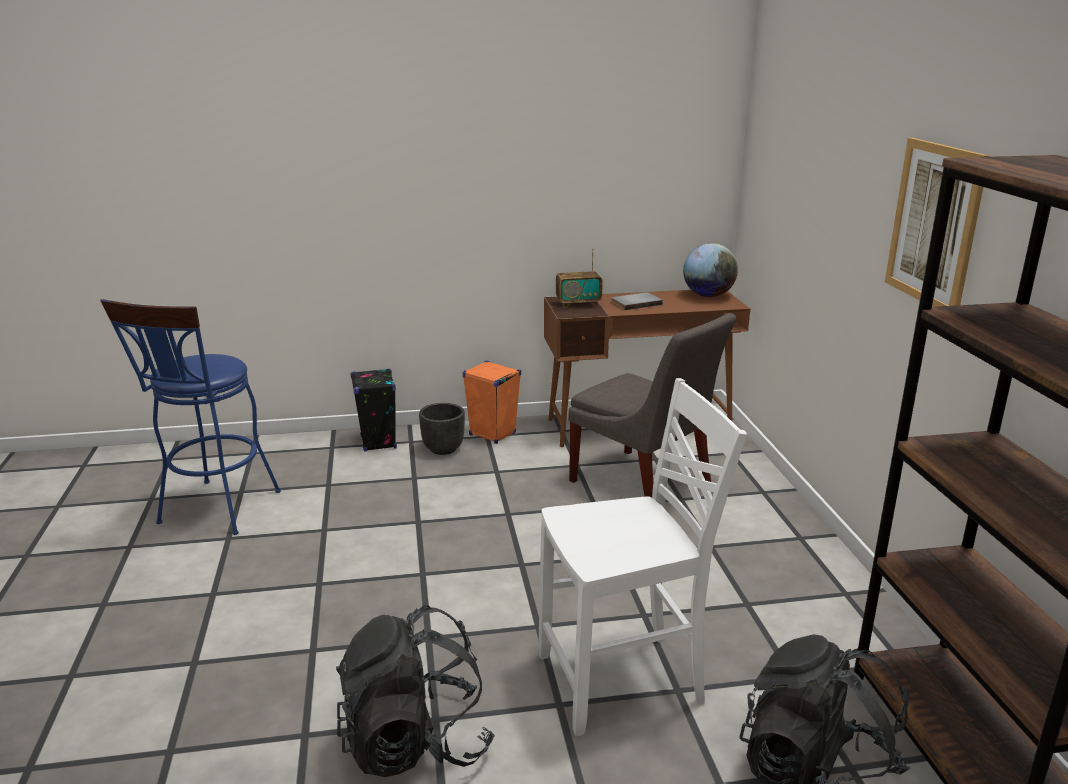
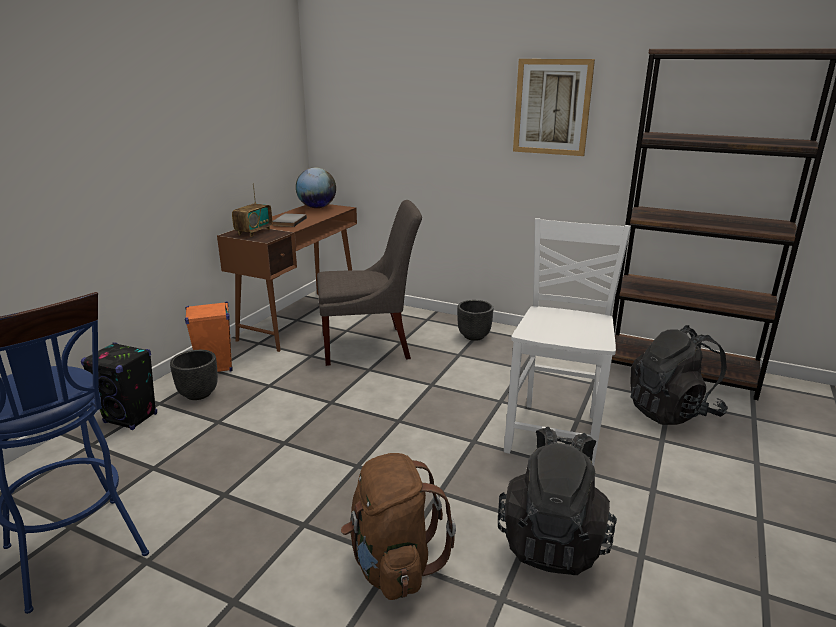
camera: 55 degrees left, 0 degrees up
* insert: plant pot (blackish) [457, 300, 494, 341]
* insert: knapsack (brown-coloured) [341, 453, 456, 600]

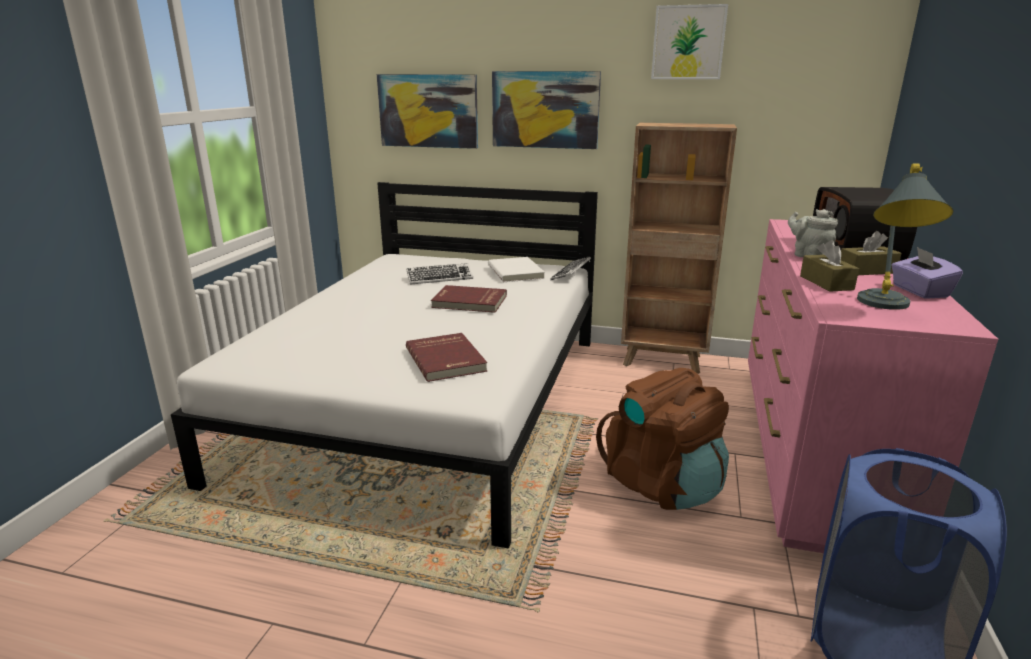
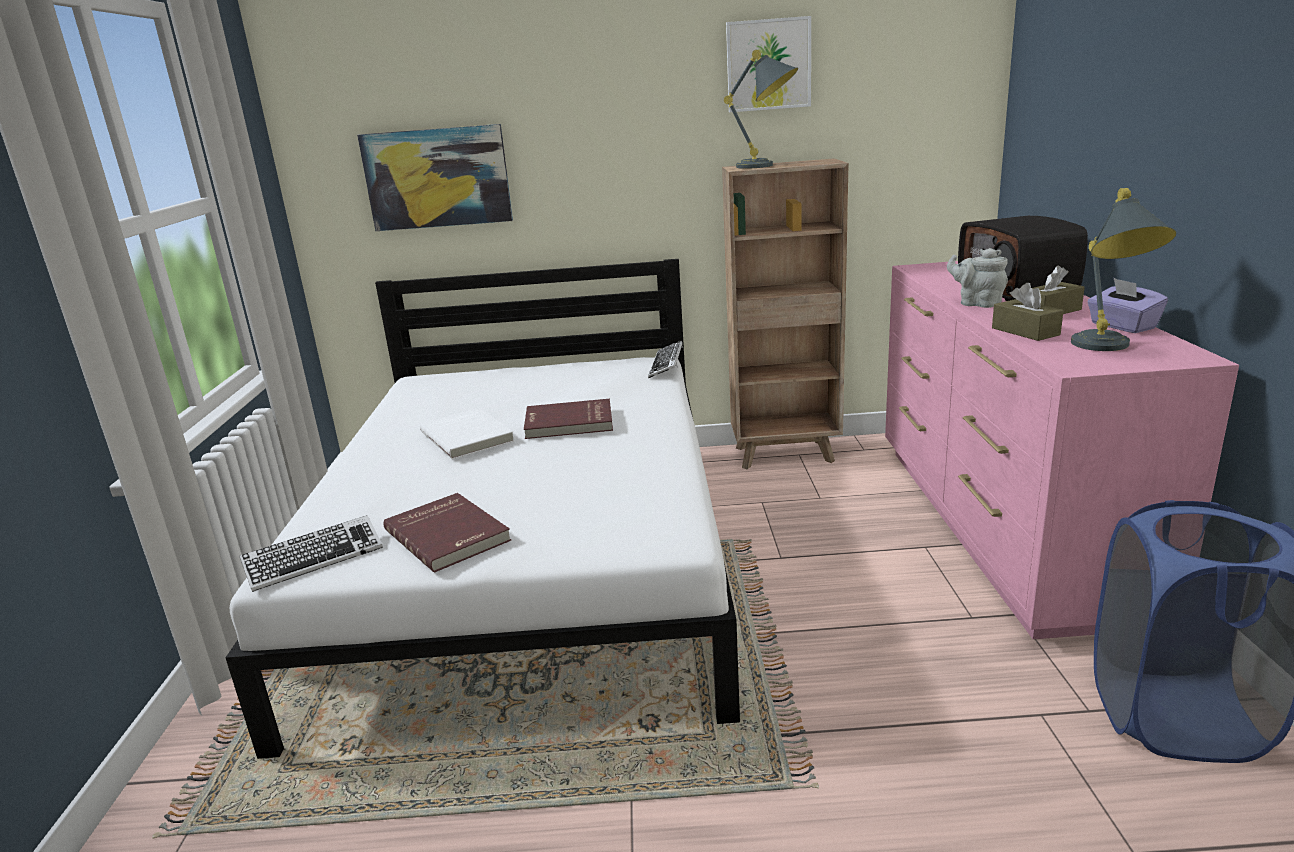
camera: 15 degrees left, 0 degrees up
* delete: wall picture [492, 71, 601, 149]
* move: bound book (white-coloured) [488, 257, 545, 282] to [420, 408, 514, 459]
* move: computer keyboard [406, 263, 473, 285] to [239, 515, 383, 592]
* move: bound book (reddish) [406, 333, 487, 382] to [383, 493, 511, 573]
* delete: knapsack (brown-coloured) [596, 368, 729, 510]
* insert: table lamp (greyish) [724, 50, 798, 169]

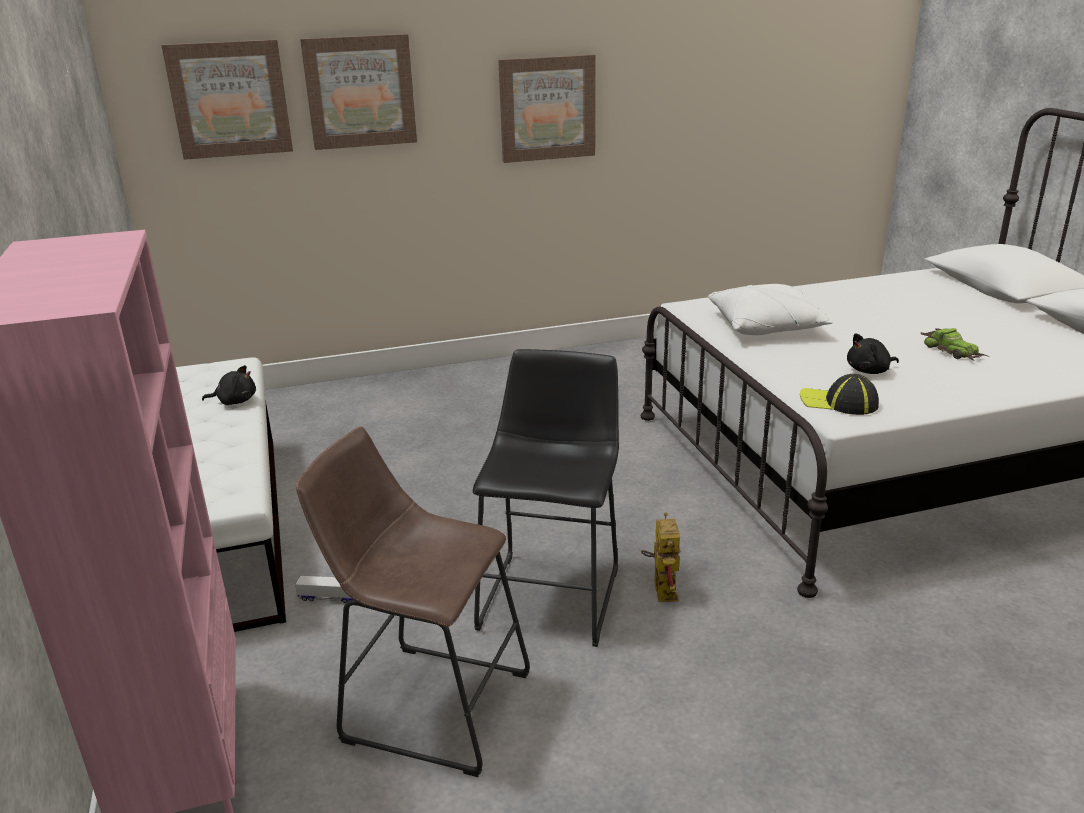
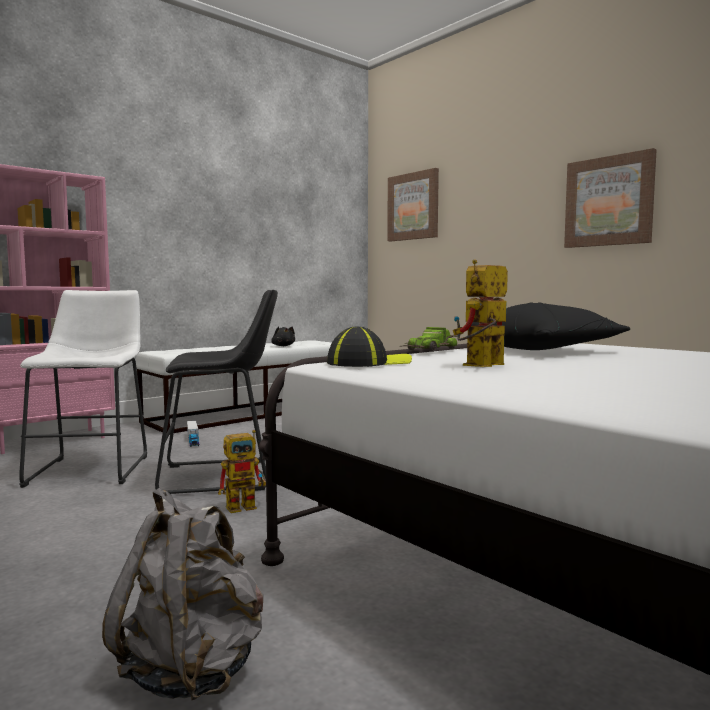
camera: 65 degrees right, 20 degrees down
* delete: wall picture [300, 34, 417, 150]
* recolor: pillow (white-coloured) [708, 284, 833, 335] to pillow (blackish) [471, 302, 630, 350]
* move: toy car [921, 328, 990, 361] to [403, 327, 458, 352]
* replace: soft toy (blackish) [847, 333, 899, 374] to model robot [453, 259, 508, 367]
* rotate: baseball cap [800, 374, 879, 415] = [327, 326, 412, 367] 60 degrees clockwise
* recolor: sitting stool (brown-coloured) [296, 427, 530, 777] to sitting stool (white-coloured) [19, 290, 147, 488]
* insert: knapsack (greyish) [102, 488, 264, 700]

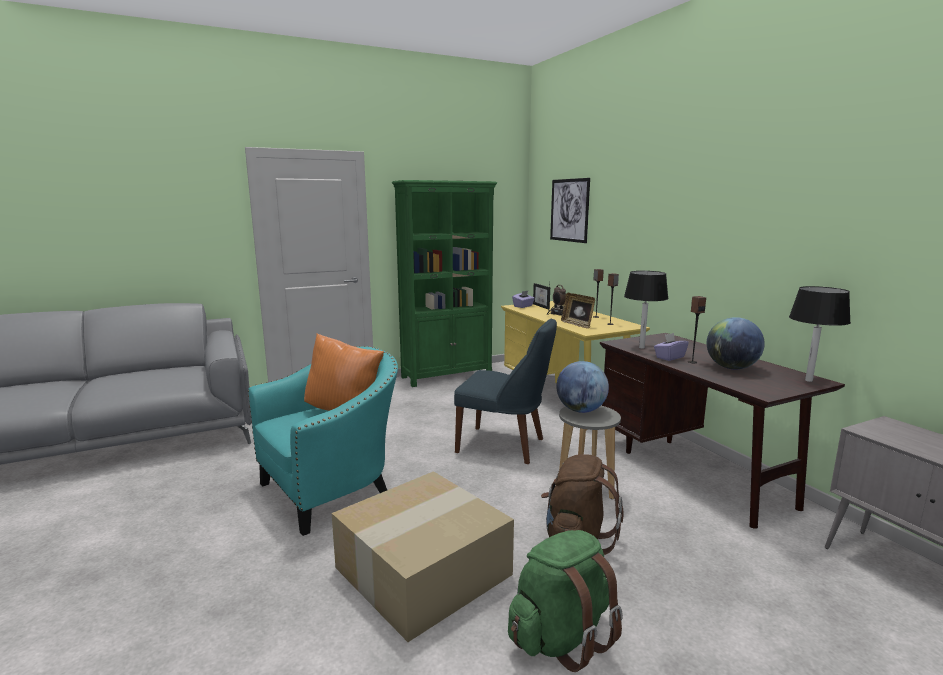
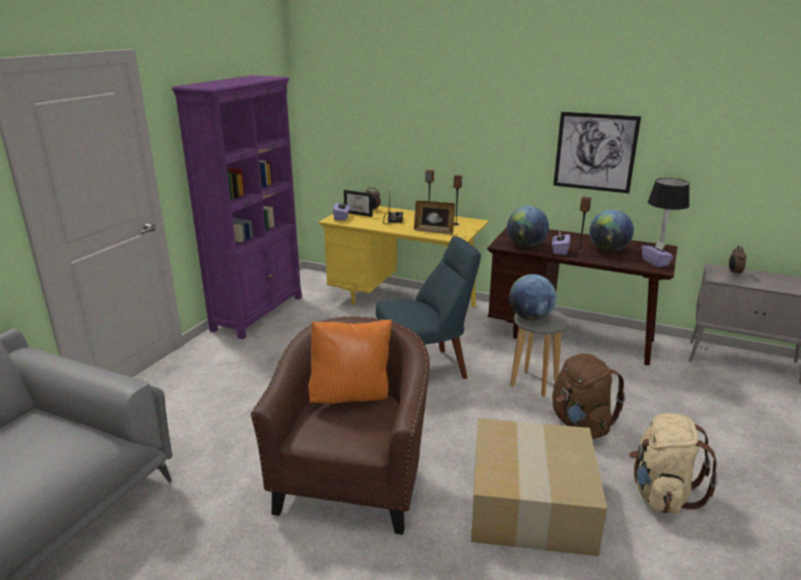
camera: 40 degrees left, 10 degrees up
* move: wall picture [550, 178, 590, 243] to [554, 112, 641, 193]
* recolor: shelving unit (greenish) [392, 180, 497, 387] to shelving unit (purple) [172, 75, 302, 339]
* replace: table lamp (blackish) [624, 271, 669, 349] to world globe [507, 206, 549, 247]
* recolor: armchair (turquoise) [248, 346, 398, 536] to armchair (brown-coloured) [251, 316, 430, 535]
* recolor: knapsack (greenish) [508, 530, 623, 672] to knapsack (sand-coloured) [629, 413, 718, 514]
* insert: box of tissues (purple) [642, 241, 673, 267]
* insert: table clock [729, 246, 747, 276]

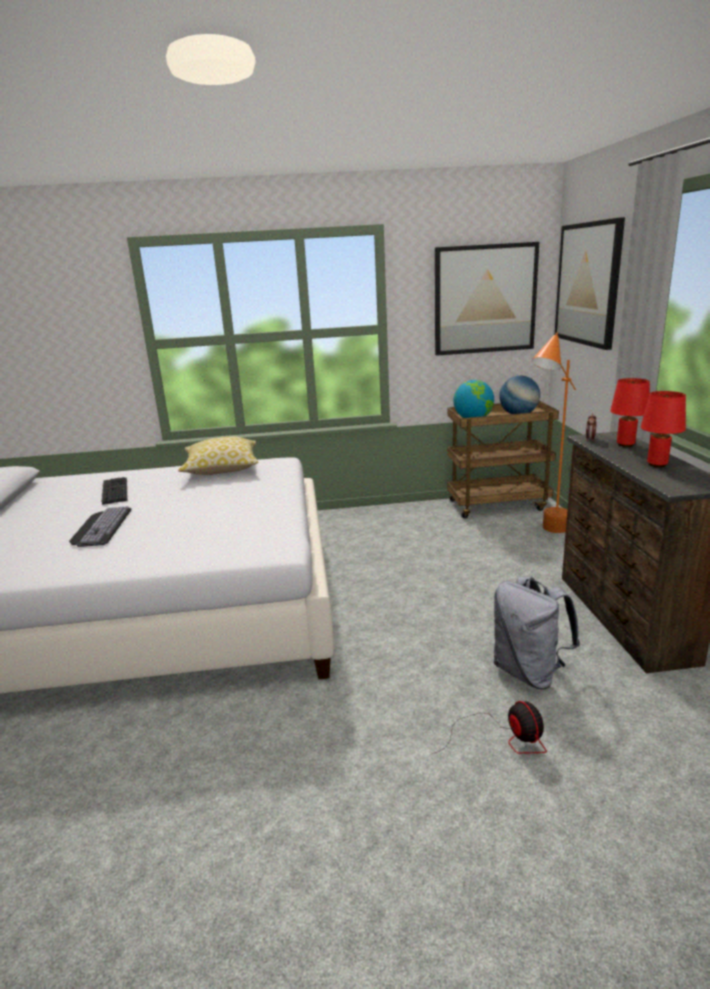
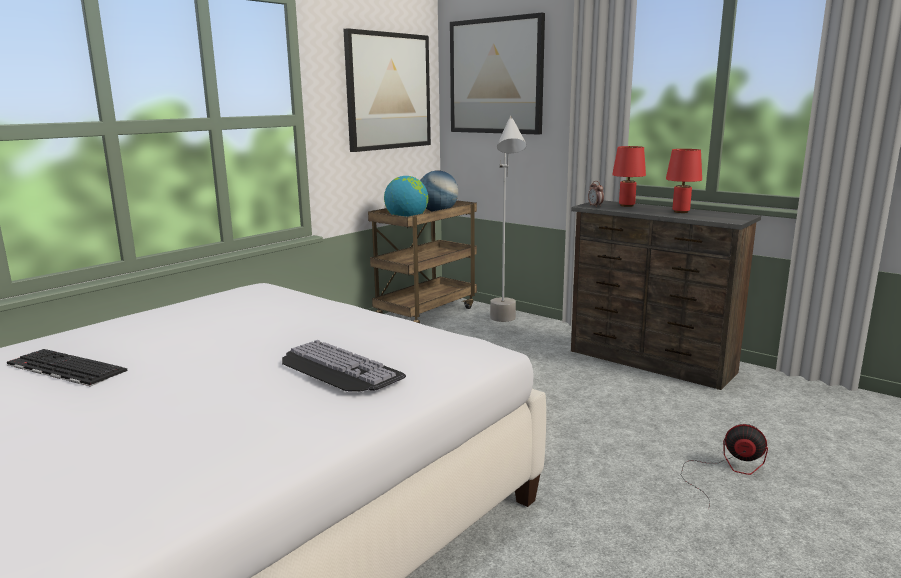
camera: 45 degrees left, 5 degrees down
* recolor: standard lamp (orangey) [532, 332, 576, 533] to standard lamp (greyish) [490, 116, 527, 322]
* delete: pillow [178, 436, 258, 475]
* move: computer keyboard [69, 506, 131, 547] to [282, 340, 406, 392]
* delete: knapsack (greyish) [494, 576, 580, 689]

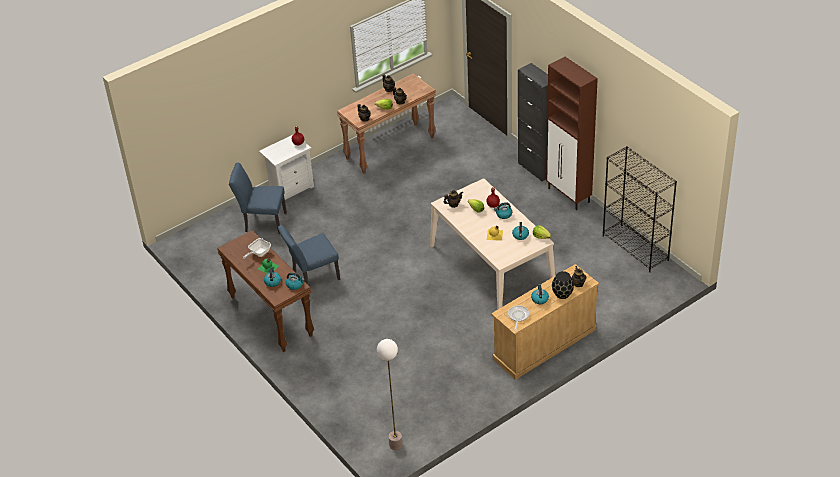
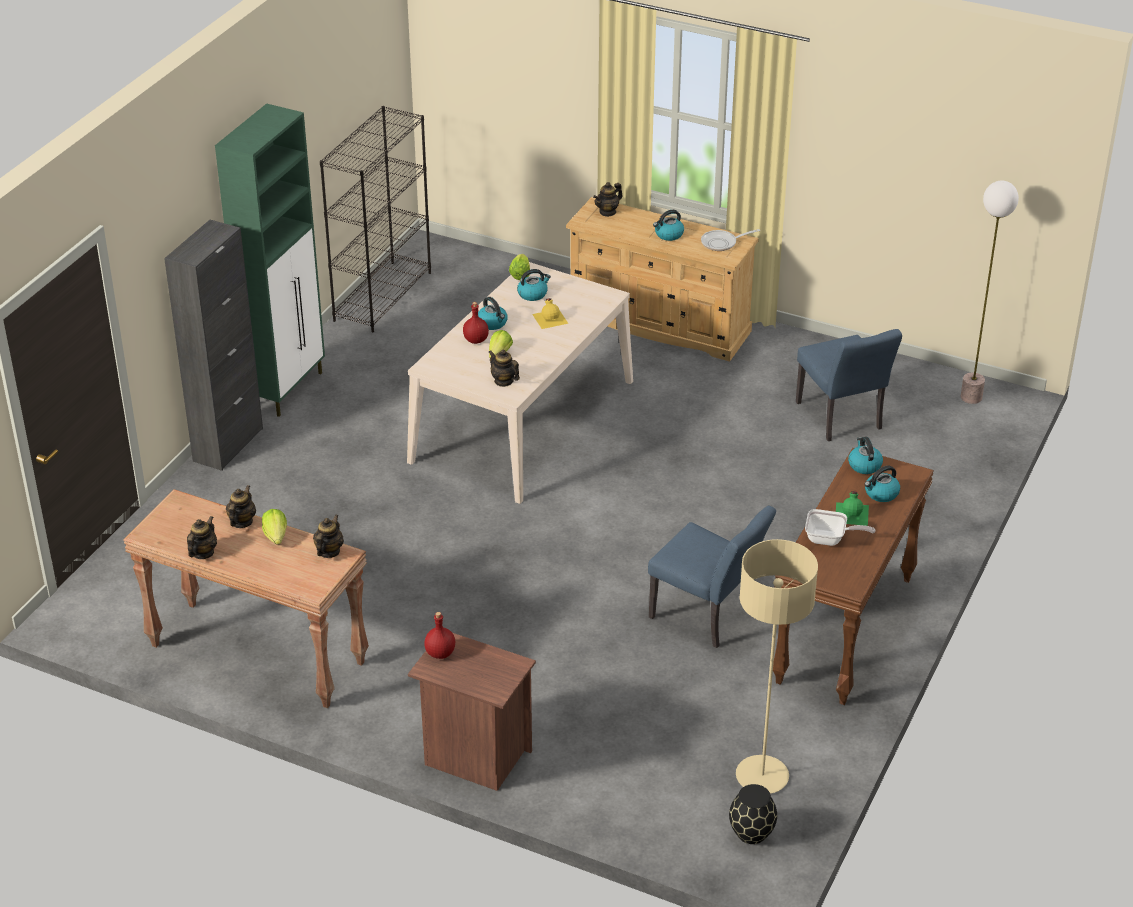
camera: 120 degrees left, 5 degrees down
* recolor: cupboard (brown-coloured) [546, 57, 598, 210] to cupboard (greenish) [215, 103, 325, 417]
* recolor: night table (white-coloured) [259, 135, 314, 200] to night table (brown-coloured) [408, 633, 536, 791]
* move: chair (blue) [229, 162, 287, 234] to [796, 329, 902, 441]
* move: vase (blackish) [552, 271, 574, 299] to [729, 784, 777, 844]
* insert: standard lamp (sand-coloured) [736, 539, 818, 794]

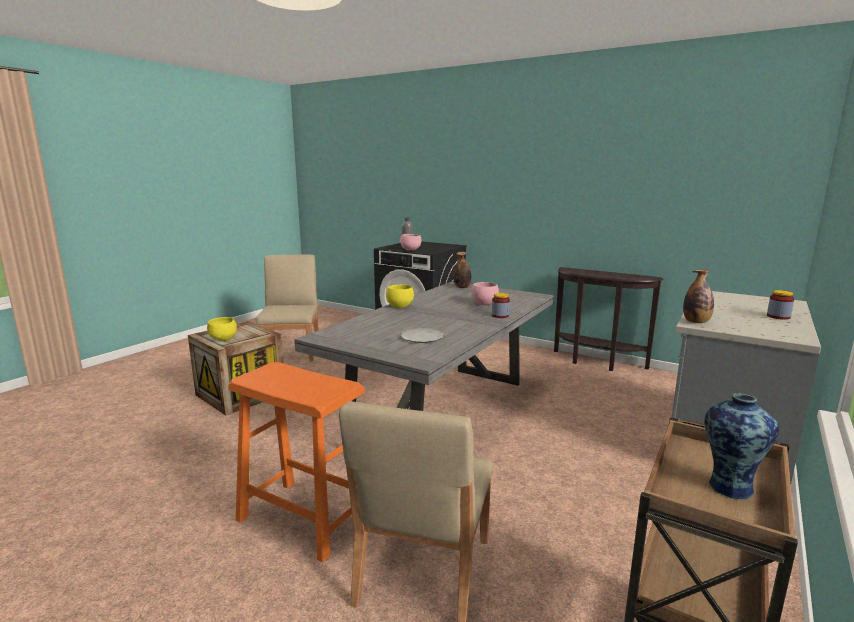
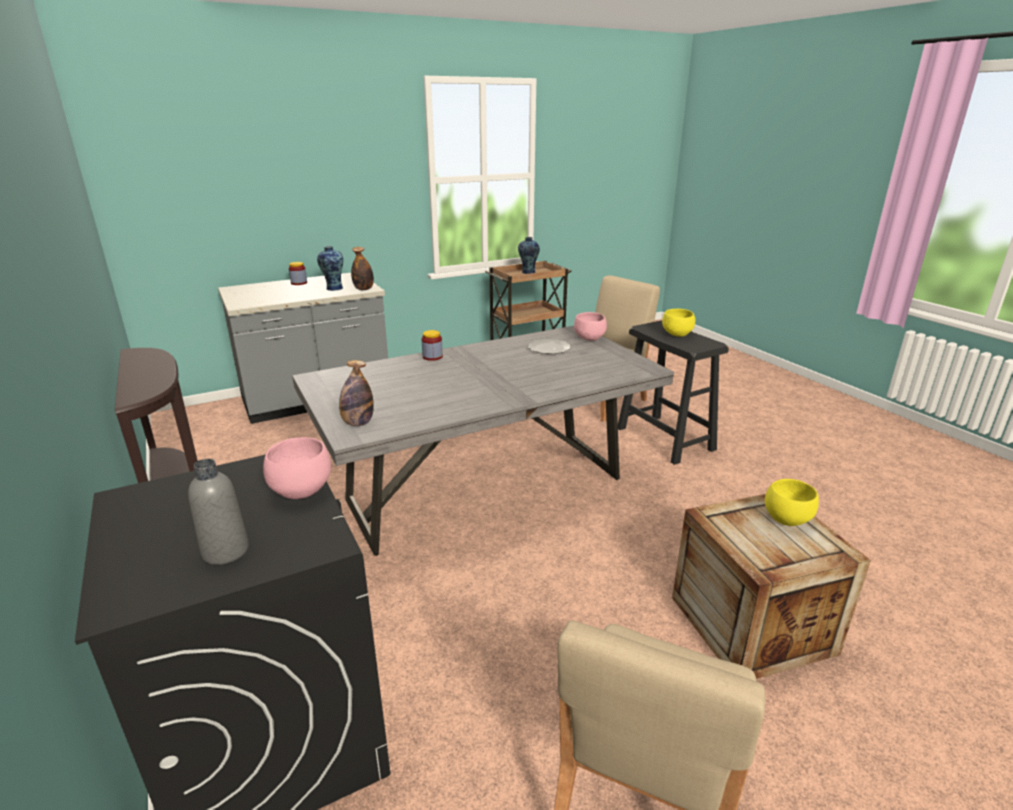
camera: 150 degrees left, 10 degrees up
* move: deep dish (pinkish) [471, 282, 499, 305] to [574, 312, 607, 341]
* move: deep dish (yellow) [386, 284, 414, 308] to [662, 309, 695, 337]
* recolor: sitting stool (orangey) [228, 362, 364, 562] to sitting stool (blackish) [618, 321, 729, 465]
* insert: vase [317, 246, 343, 291]

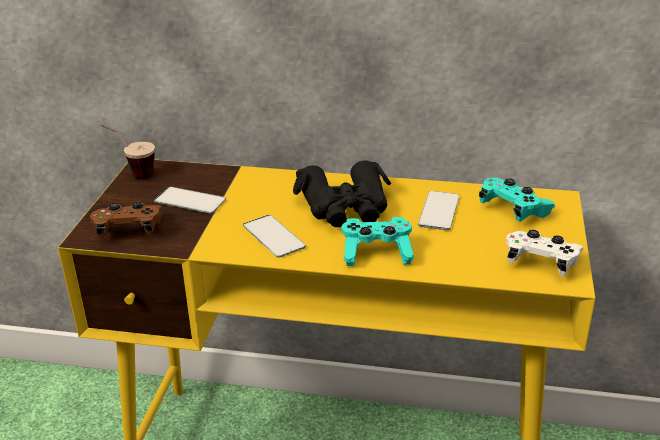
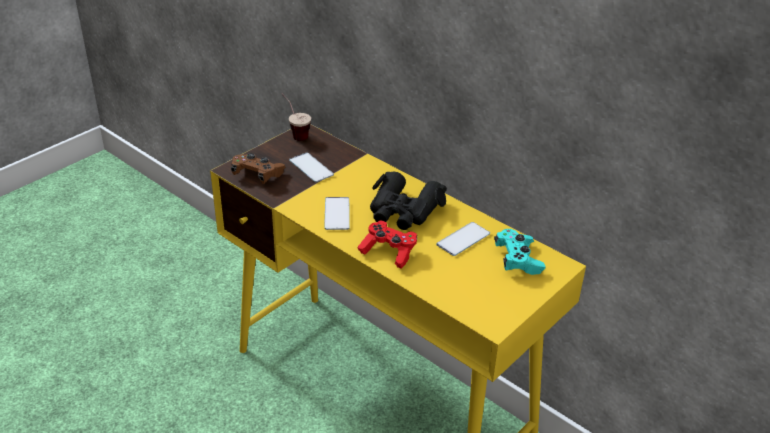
camera: 30 degrees right, 5 degrees up
* recolor: gamepad (turquoise) [341, 217, 414, 266] to gamepad (reddish) [358, 221, 417, 269]
* delete: gamepad (white-coloured) [506, 230, 583, 277]

